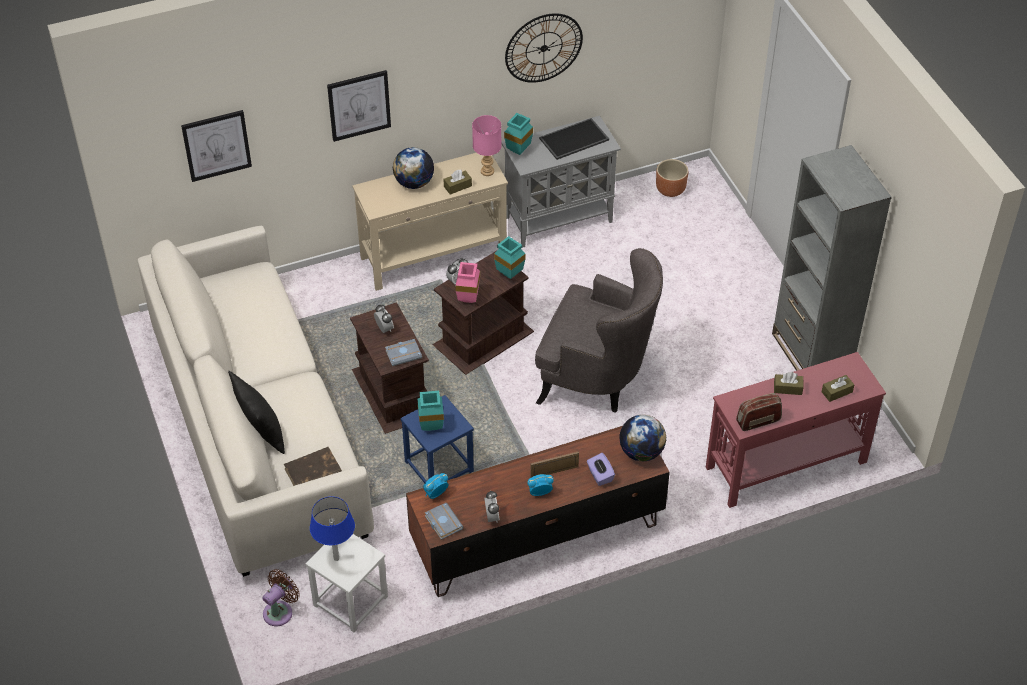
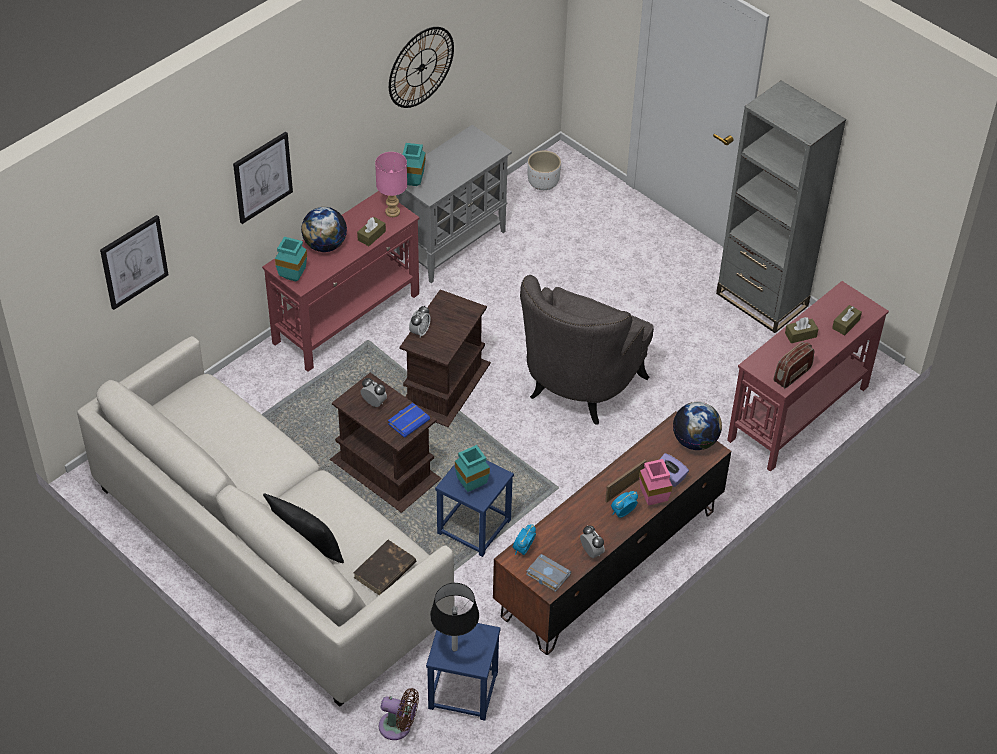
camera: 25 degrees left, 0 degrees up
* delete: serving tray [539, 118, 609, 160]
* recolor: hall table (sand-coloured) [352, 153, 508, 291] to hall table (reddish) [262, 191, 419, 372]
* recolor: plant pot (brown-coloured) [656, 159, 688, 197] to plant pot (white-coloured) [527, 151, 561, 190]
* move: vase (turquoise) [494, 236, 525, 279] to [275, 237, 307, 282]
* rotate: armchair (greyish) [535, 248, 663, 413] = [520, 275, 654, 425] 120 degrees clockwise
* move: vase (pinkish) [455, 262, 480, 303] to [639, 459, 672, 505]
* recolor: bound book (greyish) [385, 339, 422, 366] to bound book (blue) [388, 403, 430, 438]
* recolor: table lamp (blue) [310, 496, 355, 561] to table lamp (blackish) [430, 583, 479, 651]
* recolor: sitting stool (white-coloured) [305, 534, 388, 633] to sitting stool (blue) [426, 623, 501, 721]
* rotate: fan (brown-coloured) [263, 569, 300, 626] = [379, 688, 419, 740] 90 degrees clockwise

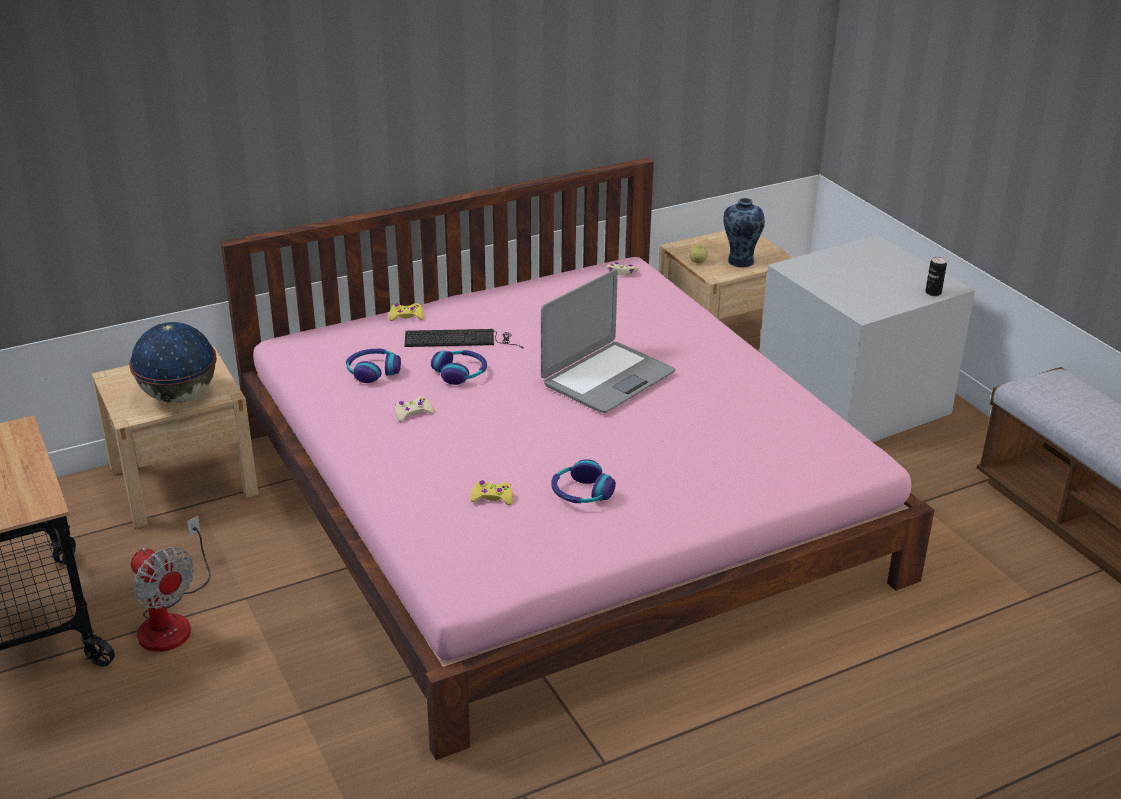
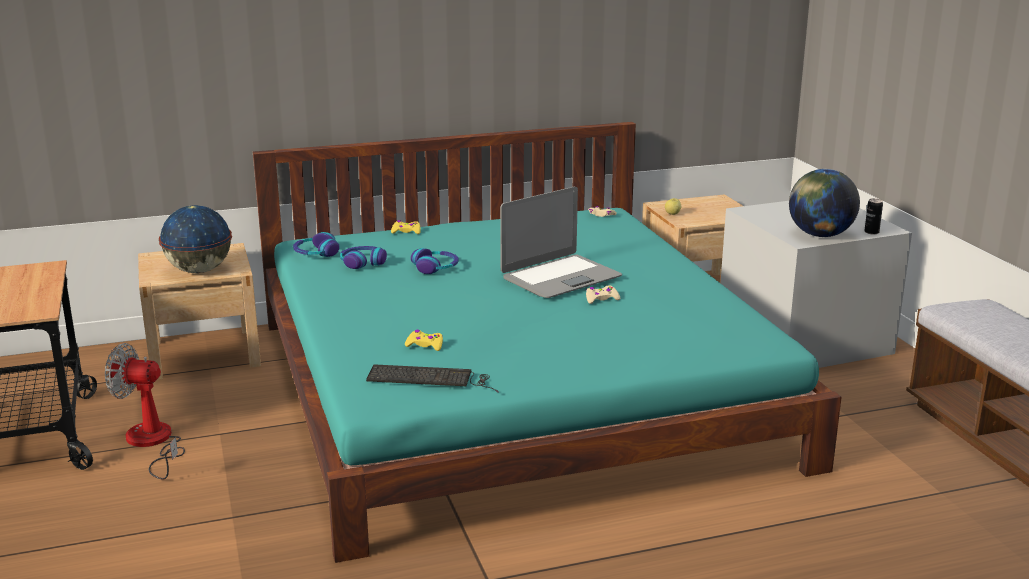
camera: 10 degrees right, 10 degrees down
* recolor: bed (pinkish) [220, 158, 934, 760] to bed (turquoise) [253, 122, 842, 563]
* delete: vase [723, 198, 765, 267]
* move: computer keyboard [405, 329, 524, 349] to [366, 364, 499, 393]
* move: gamepad (sand-coloured) [395, 396, 434, 422] to [586, 286, 620, 304]
* move: pair of headphones [552, 459, 616, 503] to [293, 232, 340, 257]
* rotate: fan [131, 516, 211, 652] = [105, 343, 185, 479] 135 degrees clockwise
* insert: world globe [789, 169, 860, 237]

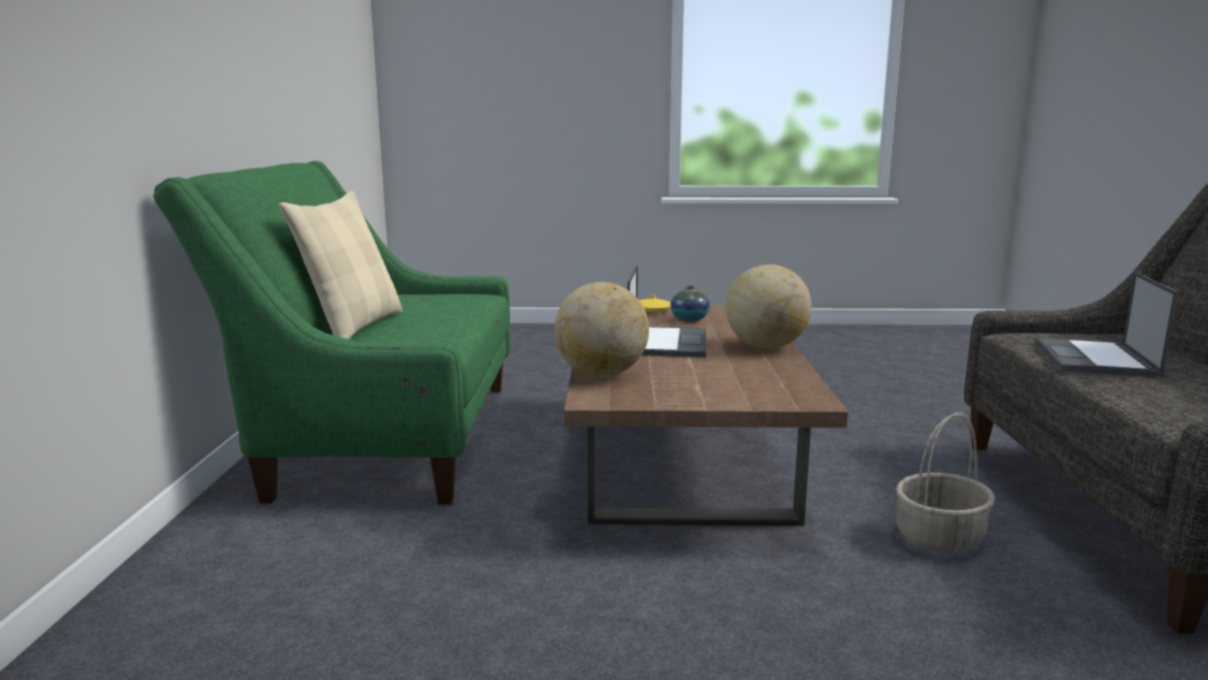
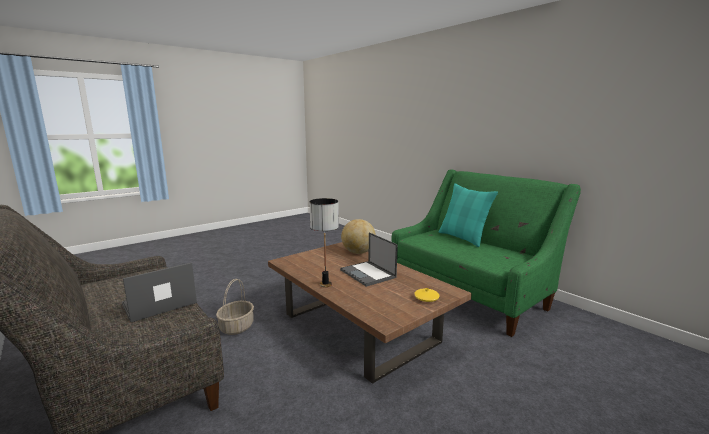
camera: 140 degrees right, 0 degrees up
* recolor: pillow (sand-coloured) [279, 191, 402, 339] to pillow (turquoise) [438, 183, 498, 247]
* replace: world globe [726, 264, 812, 349] to table lamp [309, 198, 339, 287]
* rotate: portable computer [1035, 271, 1178, 377] = [122, 263, 197, 322] 105 degrees counterclockwise
* delete: vase [671, 286, 710, 322]

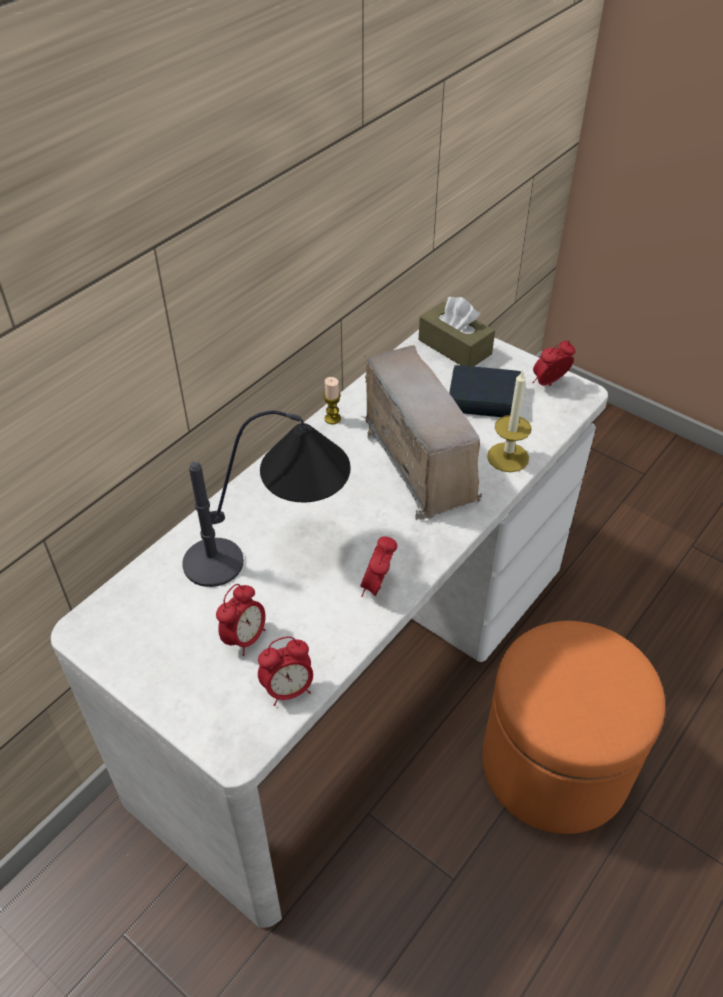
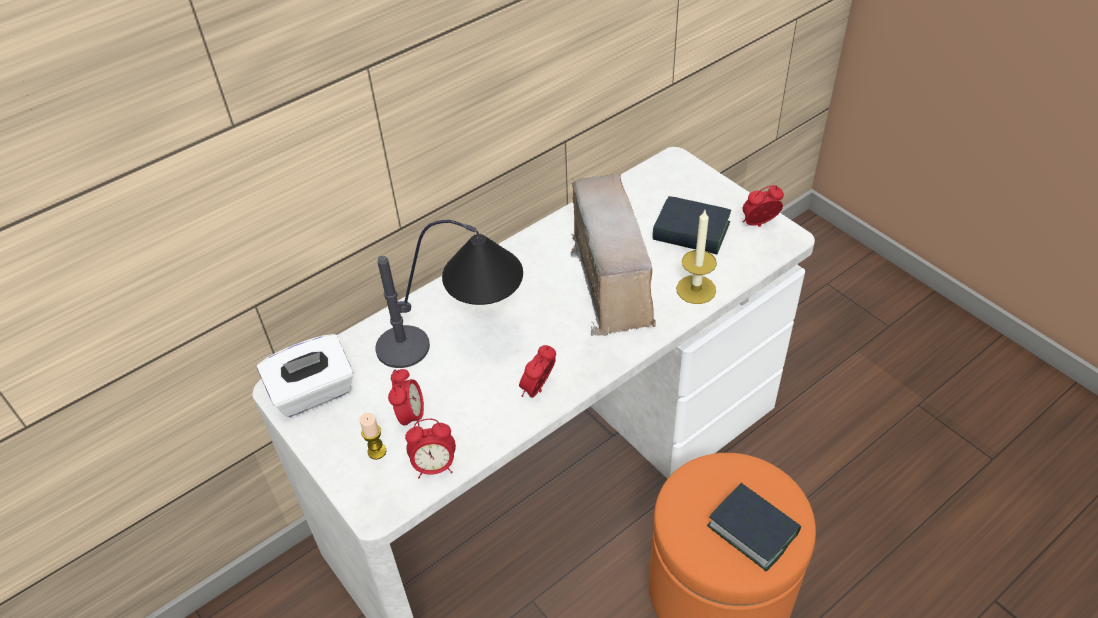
camera: 15 degrees right, 0 degrees up
* delete: box of tissues (brown-coloured) [419, 297, 495, 367]
* move: wax candle [324, 377, 341, 424] to [359, 413, 386, 460]
* rotate: table clock [216, 584, 266, 656] = [388, 369, 424, 427] 45 degrees counterclockwise
* insert: box of tissues (white-coloured) [257, 334, 354, 417]
* insert: bound book [707, 483, 801, 572]

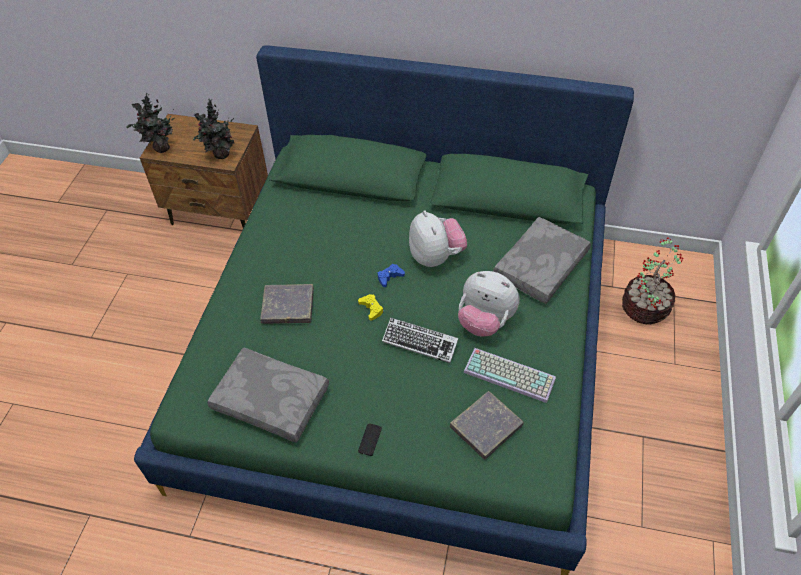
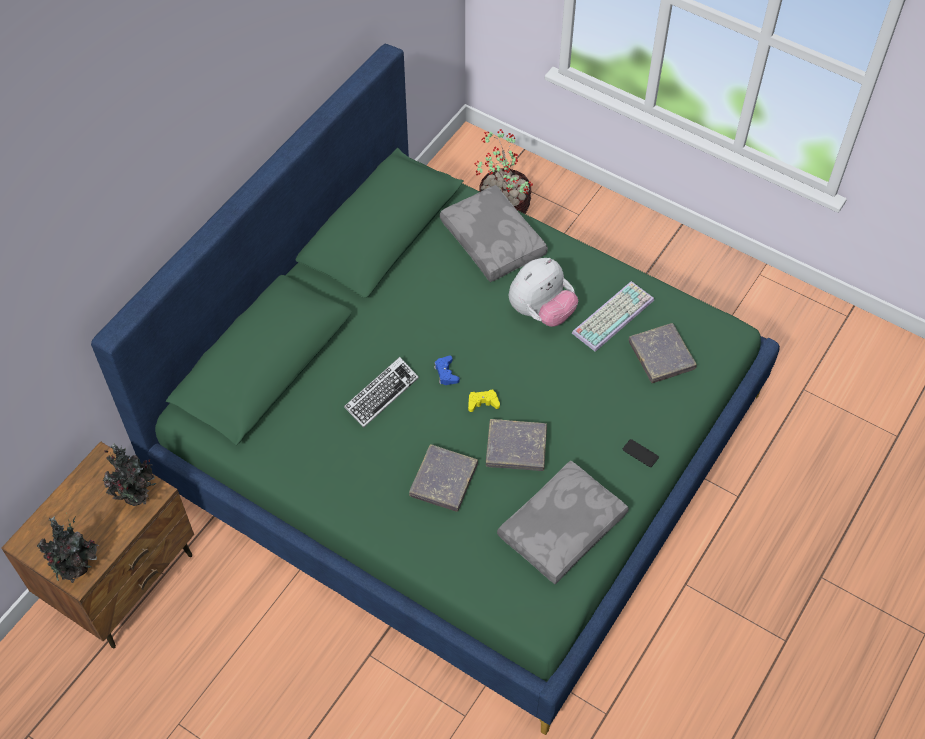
camera: 70 degrees left, 5 degrees up
* delete: soft toy [409, 211, 467, 267]
* move: computer keyboard [382, 317, 458, 363] to [344, 357, 419, 428]
* insert: bound book (greyish) [486, 419, 547, 471]

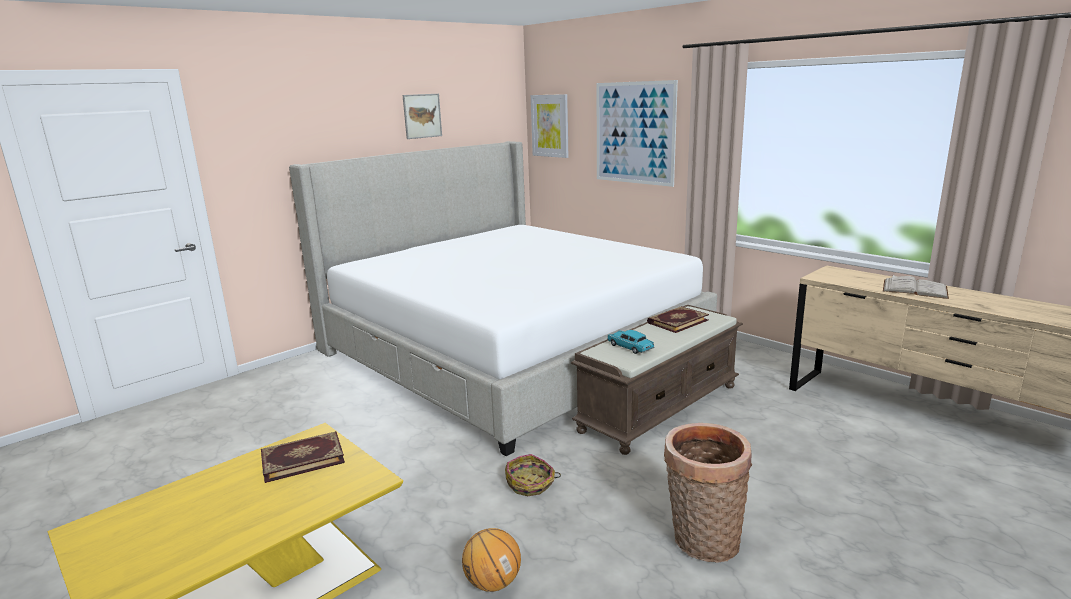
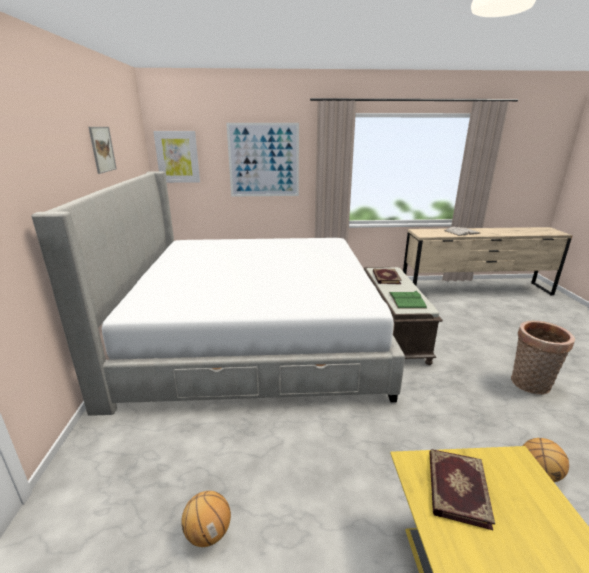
camera: 50 degrees left, 5 degrees up
* replace: toy car (turquoise) [607, 330, 655, 354] to bound book (greenish) [389, 291, 427, 308]
* delete: household basket [505, 454, 561, 496]
* insert: ball for basketball [181, 491, 231, 547]

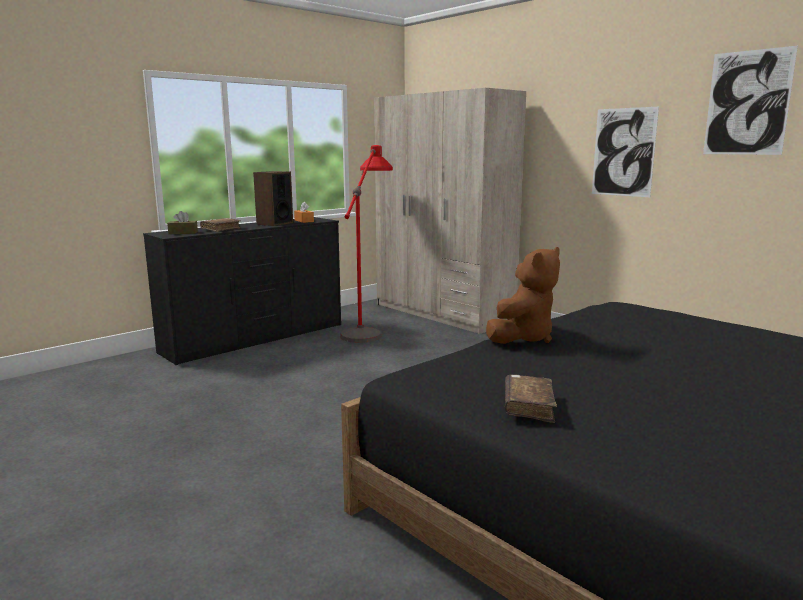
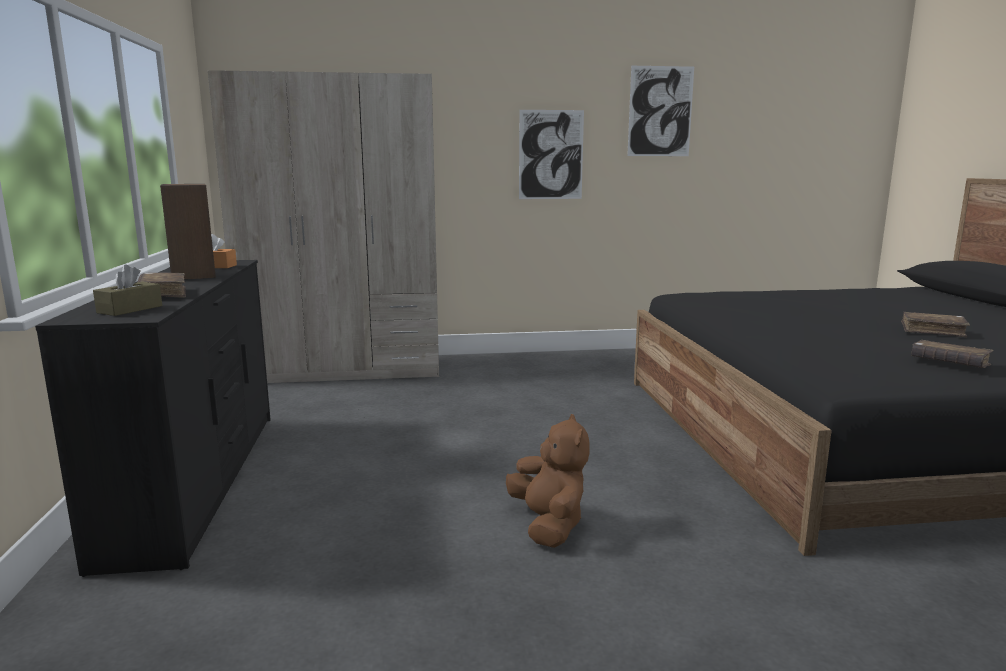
camera: 55 degrees left, 0 degrees up
* delete: standard lamp (reddish) [340, 145, 393, 343]
* move: soft toy (brown-coloured) [486, 247, 560, 344] to [506, 414, 590, 548]
* insert: bound book (brown-coloured) [901, 312, 970, 338]

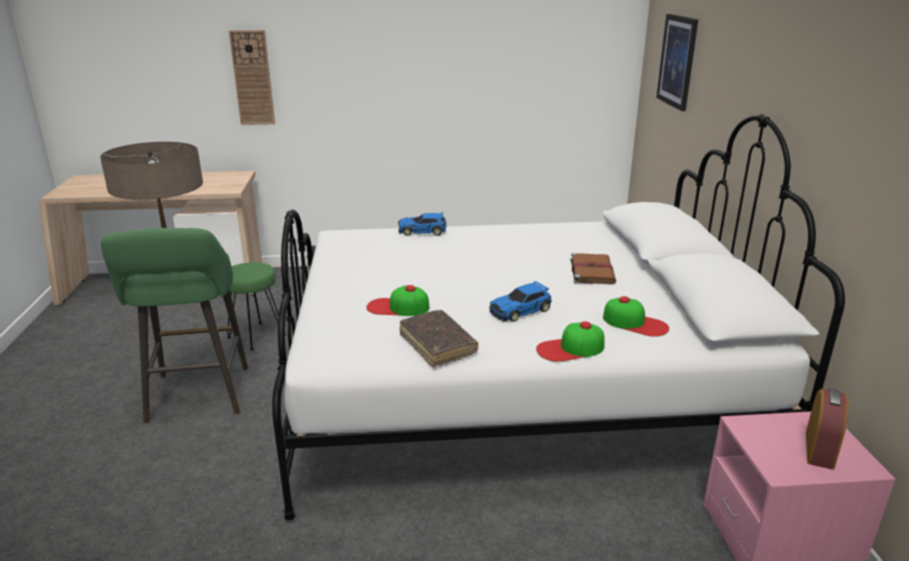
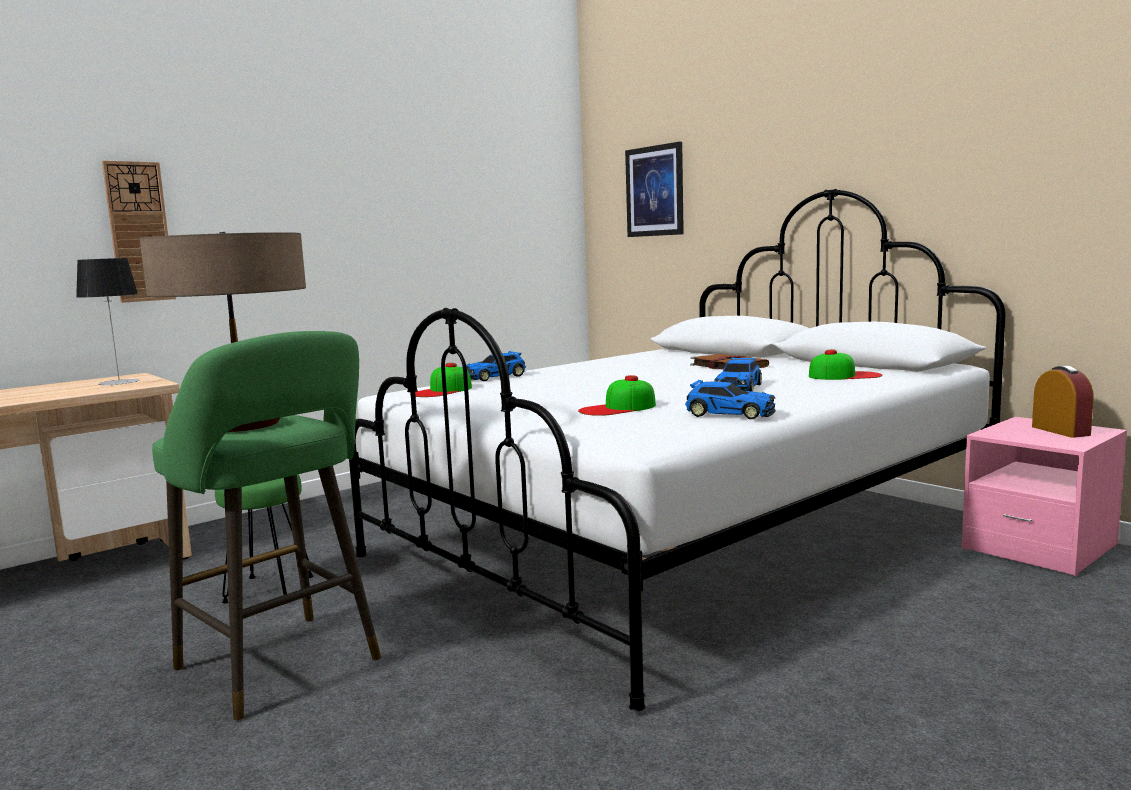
camera: 35 degrees left, 15 degrees down
* replace: bound book (brown-coloured) [400, 310, 478, 367] to toy car [685, 380, 776, 419]
* move: baseball cap [536, 321, 605, 362] to [410, 363, 472, 397]
* insert: table lamp [76, 258, 139, 385]

